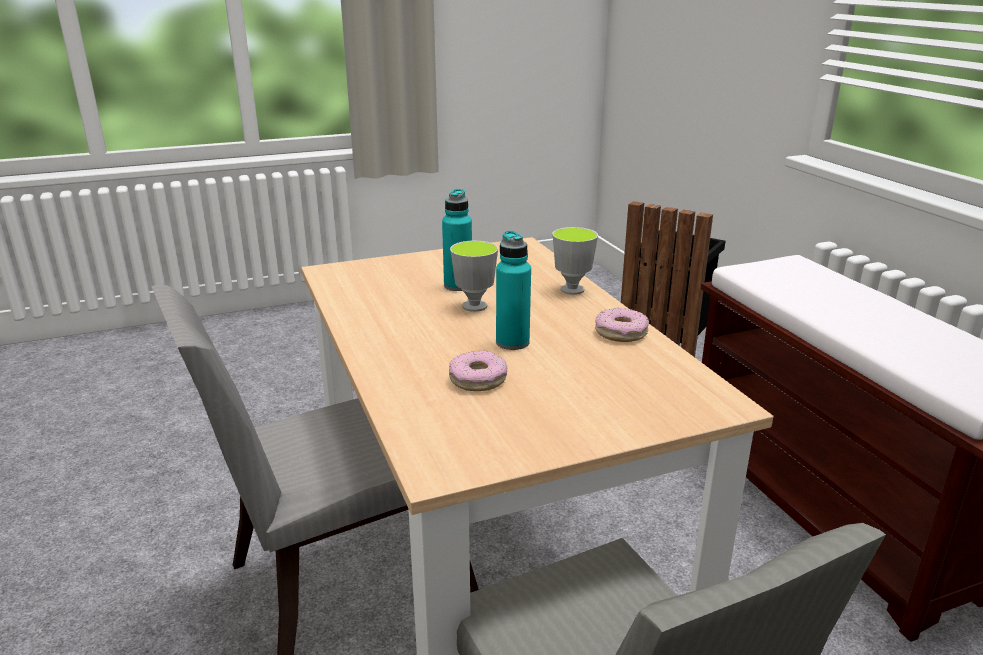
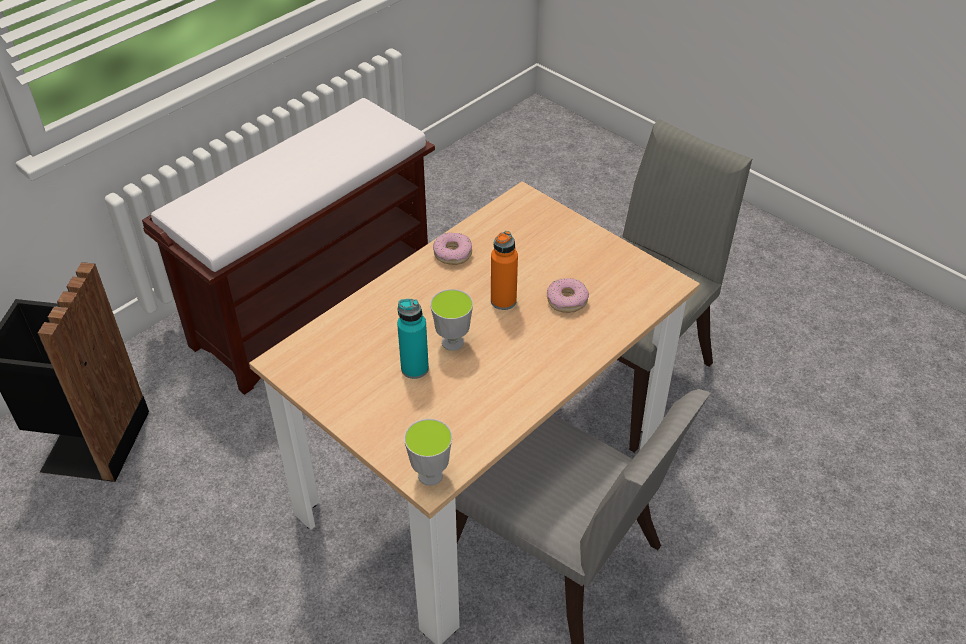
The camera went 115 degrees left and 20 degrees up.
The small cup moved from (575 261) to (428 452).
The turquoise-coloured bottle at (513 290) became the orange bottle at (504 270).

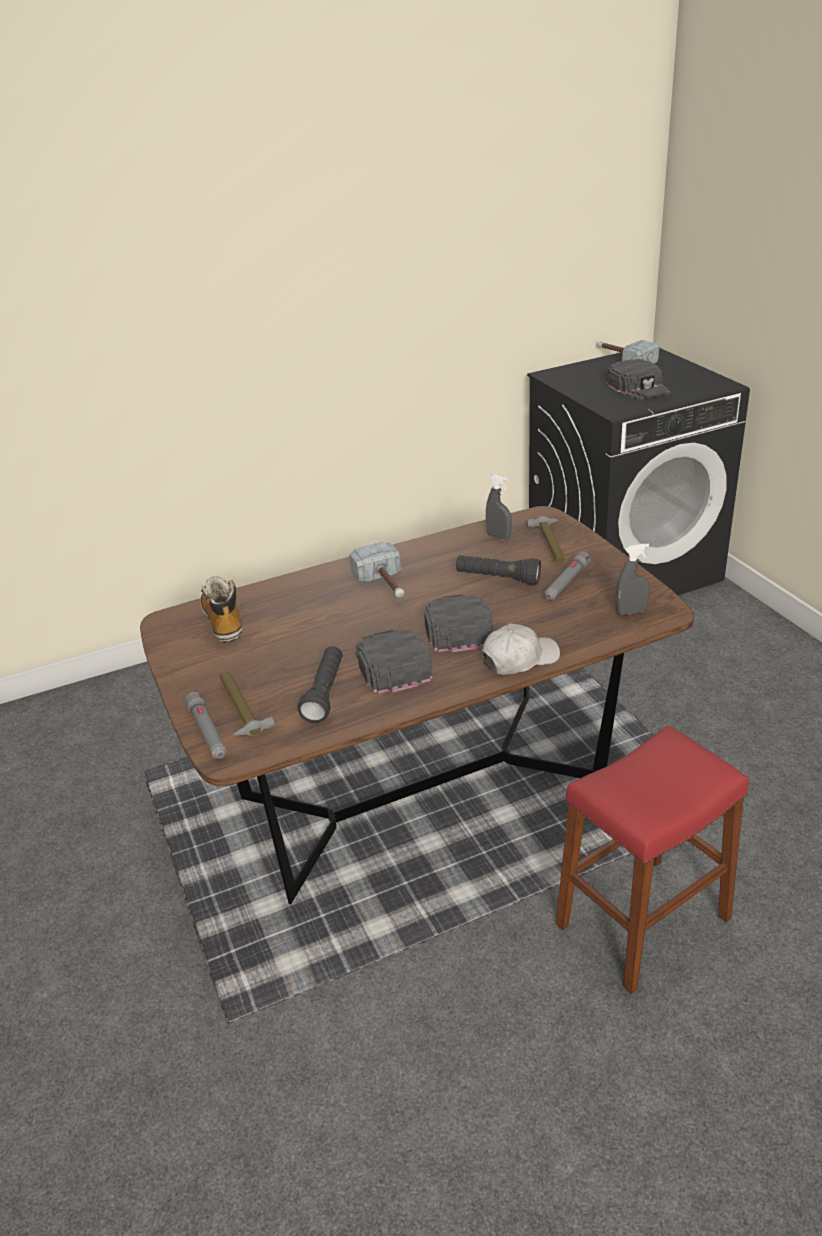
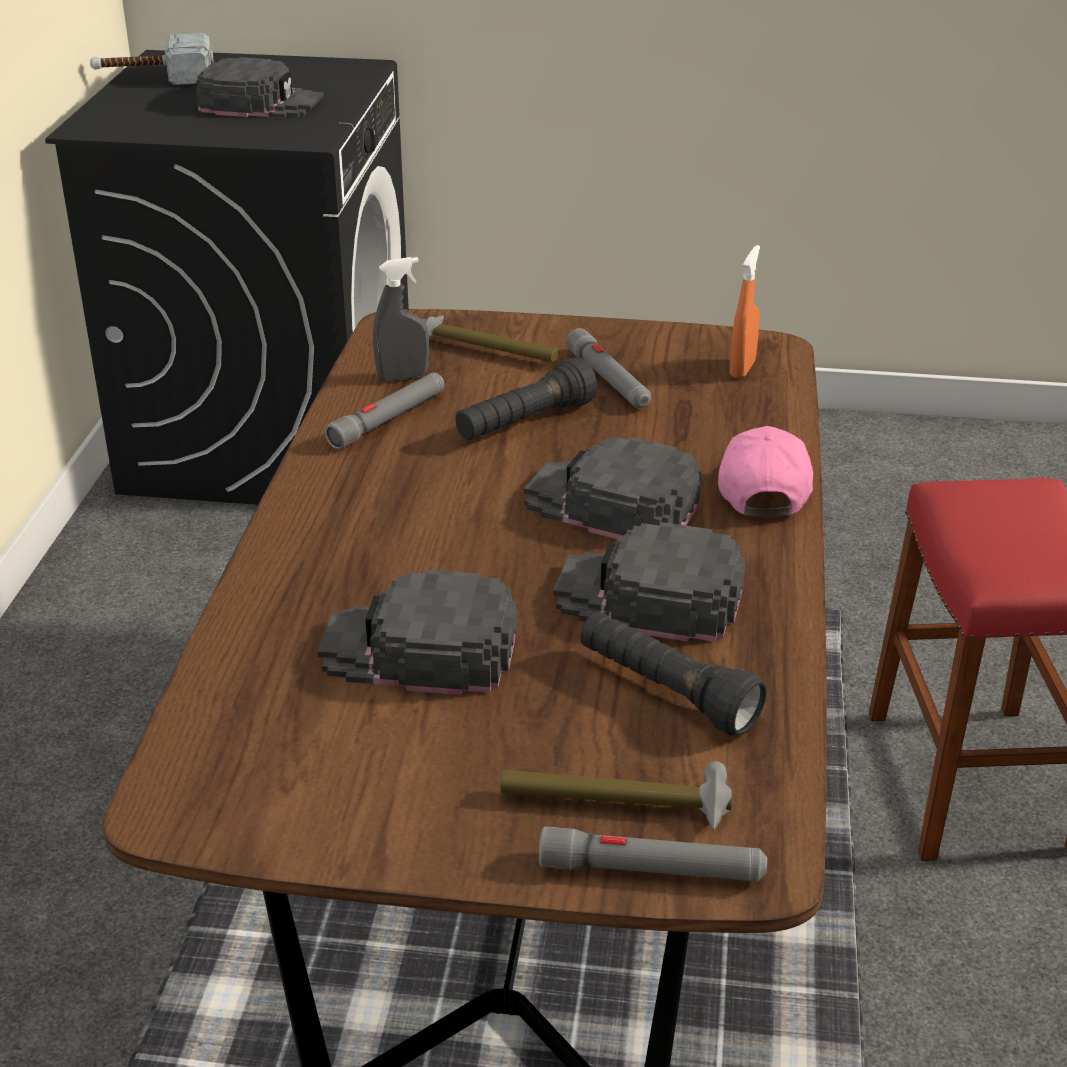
The camera went 60 degrees left and 0 degrees up.
The tall boot at (221 609) disappeared.
The hand hammer at (376 569) disappeared.
The blackish baseball cap at (417 632) appeared.
The greyish flashlight at (384 410) appeared.
The white-coloured baseball cap at (521 649) became the pinkish baseball cap at (765 471).
The greyish sprayer at (633 579) became the orange sprayer at (745 311).

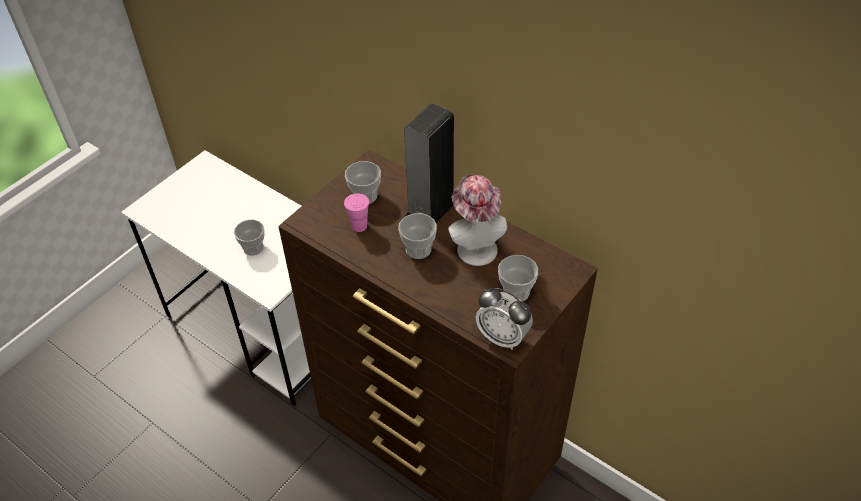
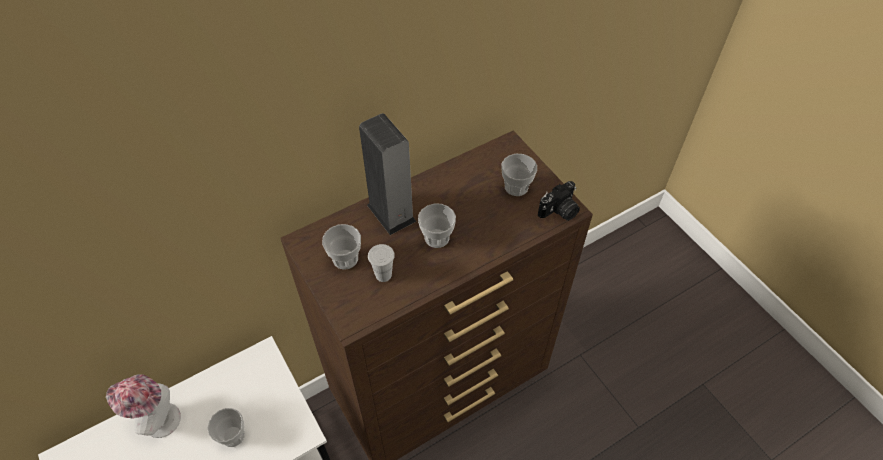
The camera went 70 degrees left and 5 degrees up.
The wearable hat moved from (477 220) to (143 406).
The bedside clock at (504 319) was replaced by the photo camera at (559 201).
The pinkish small cup at (356 212) became the white-coloured small cup at (381 263).

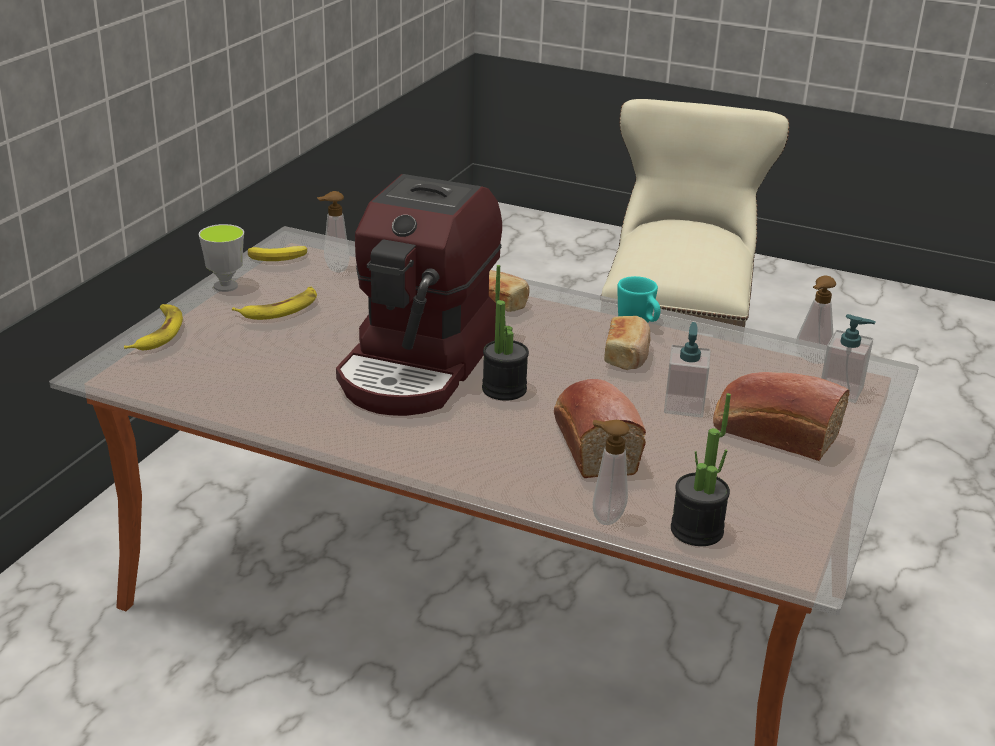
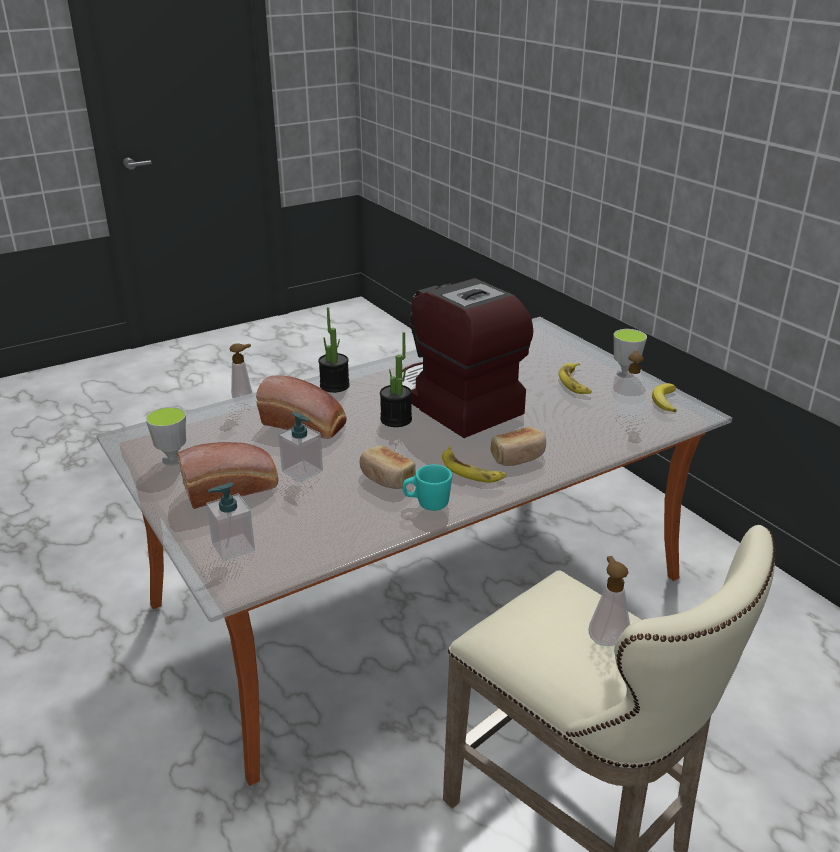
The camera went 125 degrees right and 0 degrees up.
The small cup at (166 436) appeared.
The banana fruit moved from (153 327) to (474 464).
The plant in a pot moved from (701 469) to (334 350).
The soap dispenser moved from (816 320) to (609 601).

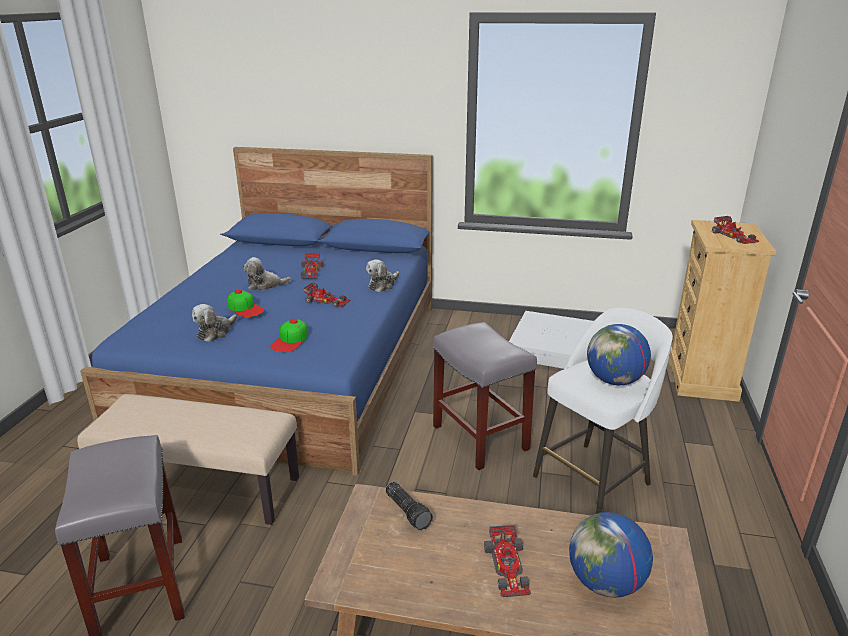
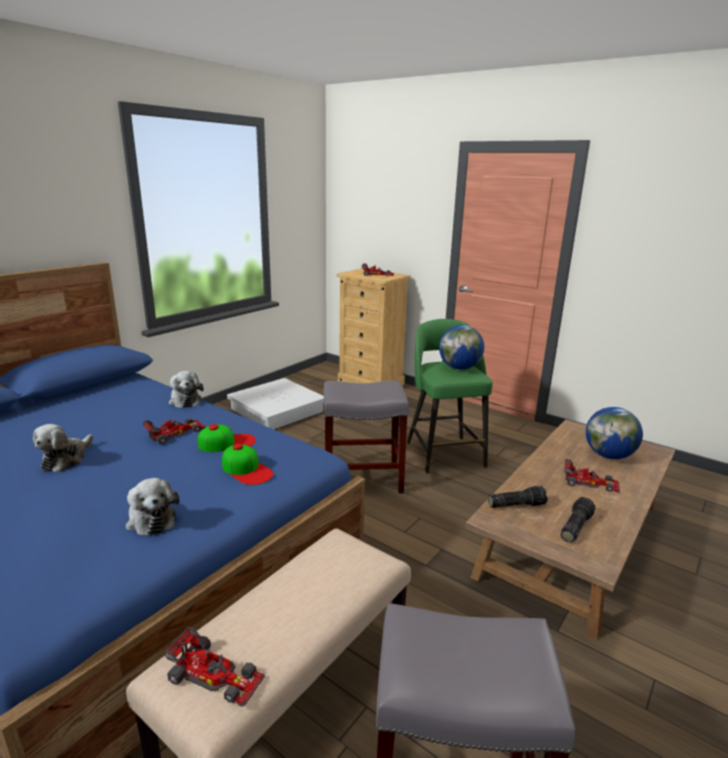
The camera went 65 degrees left and 5 degrees down.
The flashlight at (578 519) appeared.
The baseball cap moved from (245 303) to (227 438).
The toy car moved from (312 266) to (215 666).
The white-coloured sitting stool at (603 411) became the greenish sitting stool at (450 396).

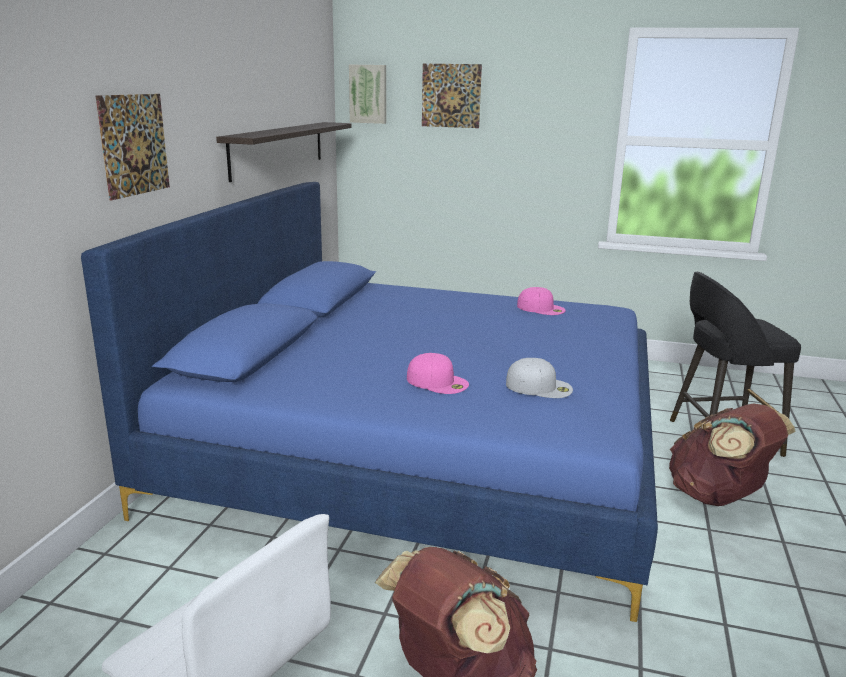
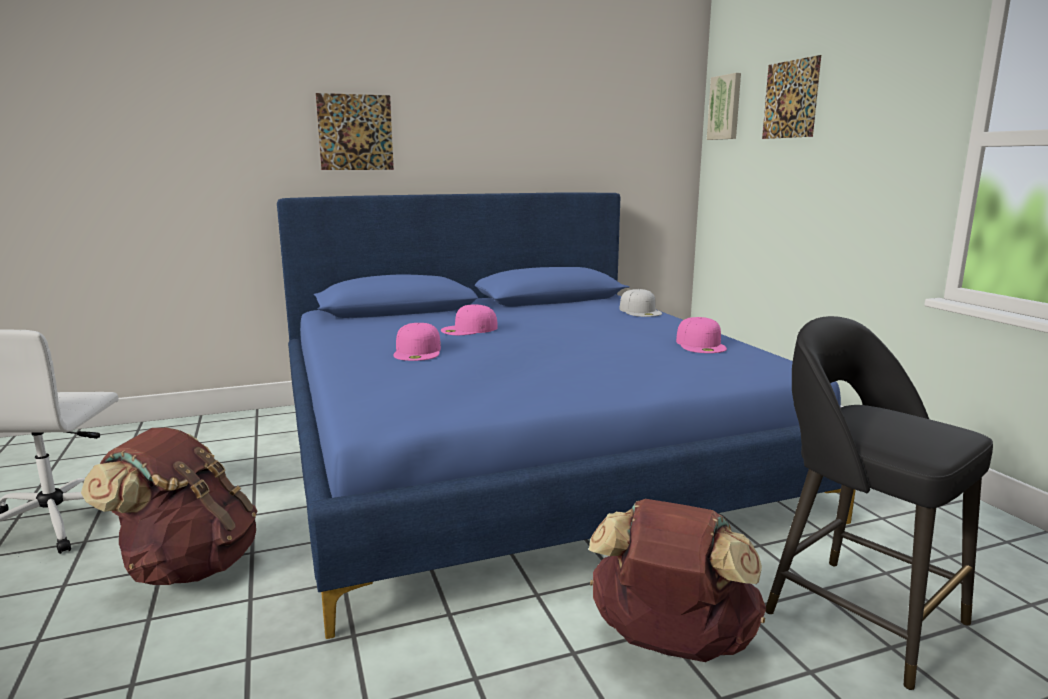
The camera went 55 degrees right and 5 degrees down.
The bracket shelf at (284 152) disappeared.
The pinkish baseball cap at (469 319) appeared.
The white-coloured baseball cap moved from (539 378) to (641 303).

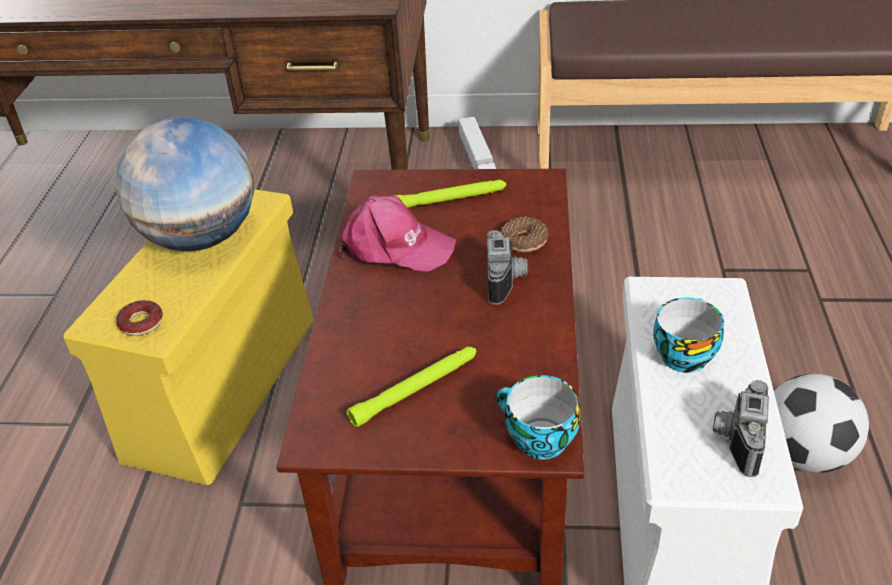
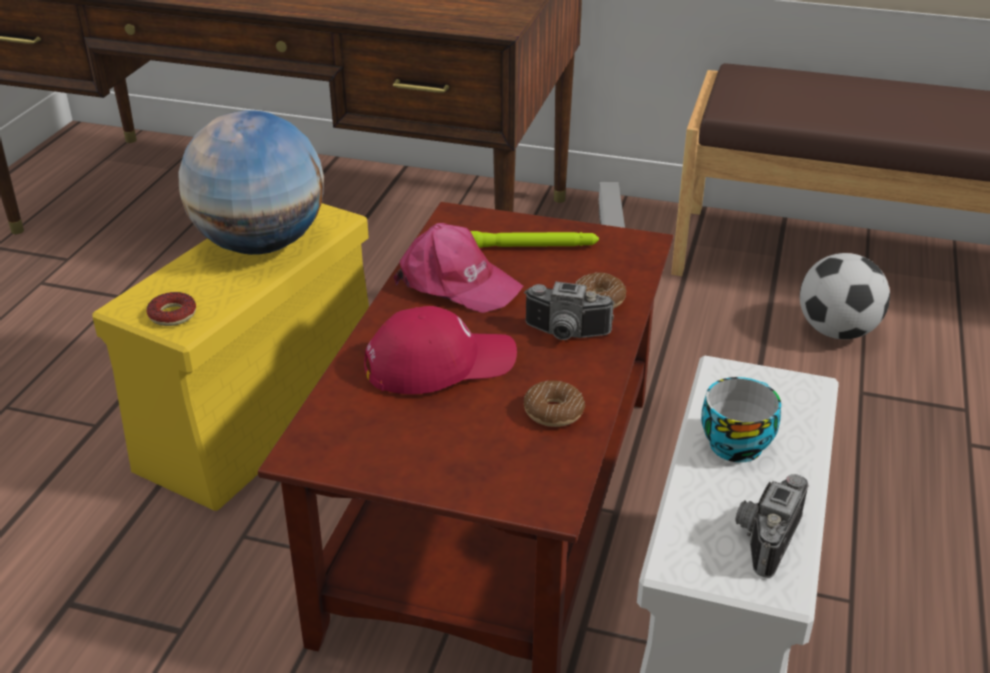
The camera went 10 degrees right and 5 degrees down.
The greenish flashlight at (411 387) disappeared.
The small cup at (539 417) disappeared.
The red-coloured baseball cap at (440 350) appeared.
The ring doughnut at (554 404) appeared.
The football ball moved from (821 423) to (845 296).
The photo camera at (507 267) turned 90 degrees clockwise.

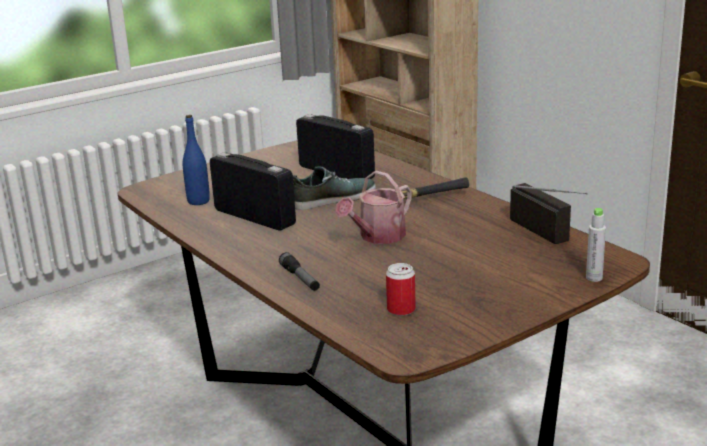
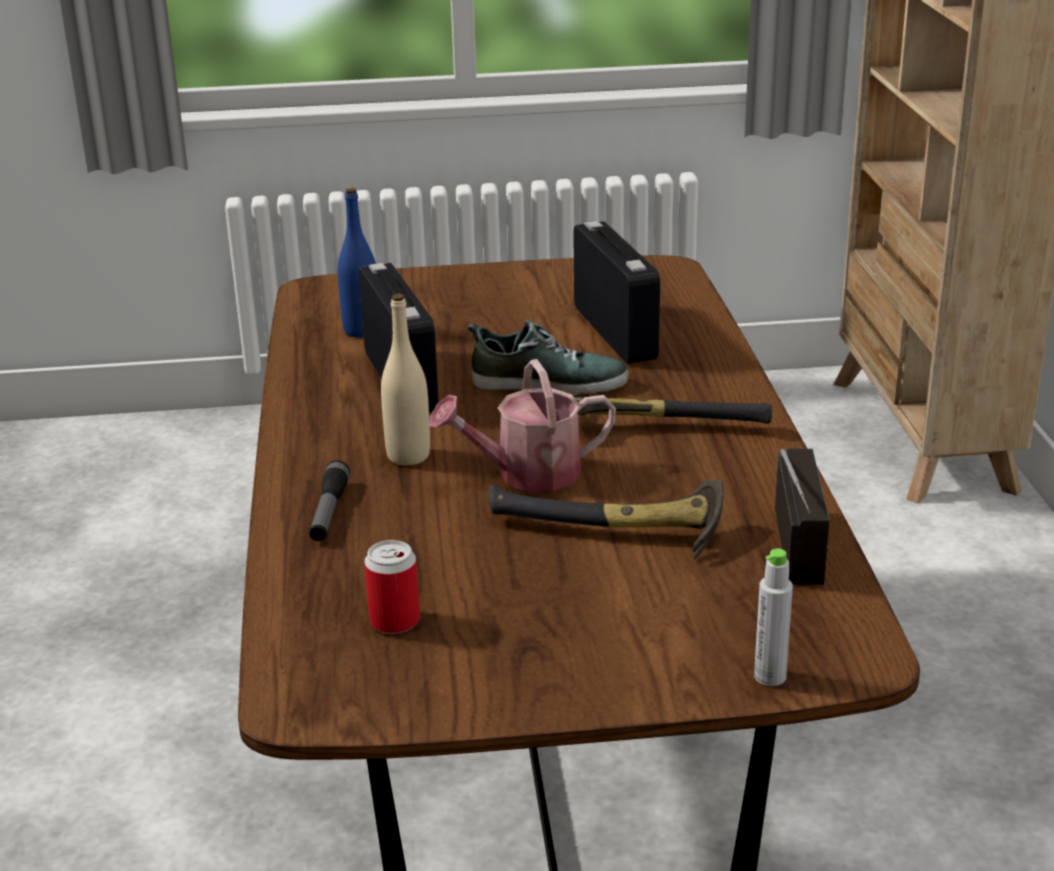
The camera went 30 degrees right and 5 degrees up.
The beige-coloured bottle at (405 379) appeared.
The hand hammer at (606 520) appeared.

